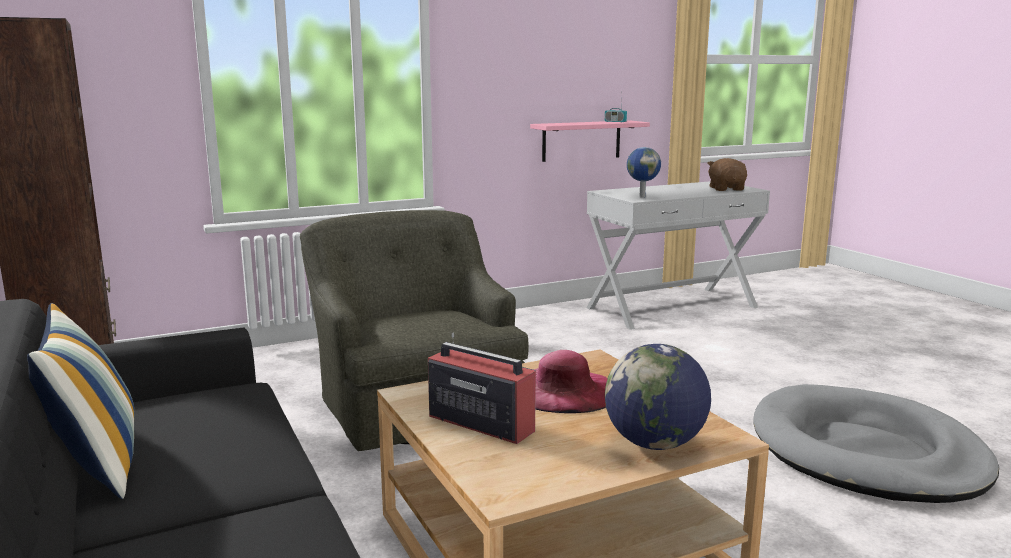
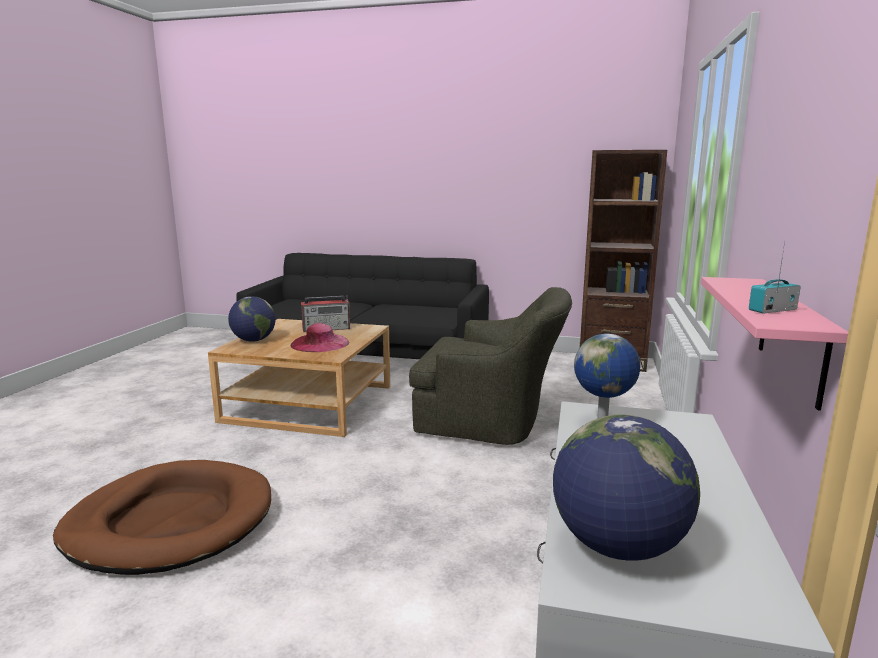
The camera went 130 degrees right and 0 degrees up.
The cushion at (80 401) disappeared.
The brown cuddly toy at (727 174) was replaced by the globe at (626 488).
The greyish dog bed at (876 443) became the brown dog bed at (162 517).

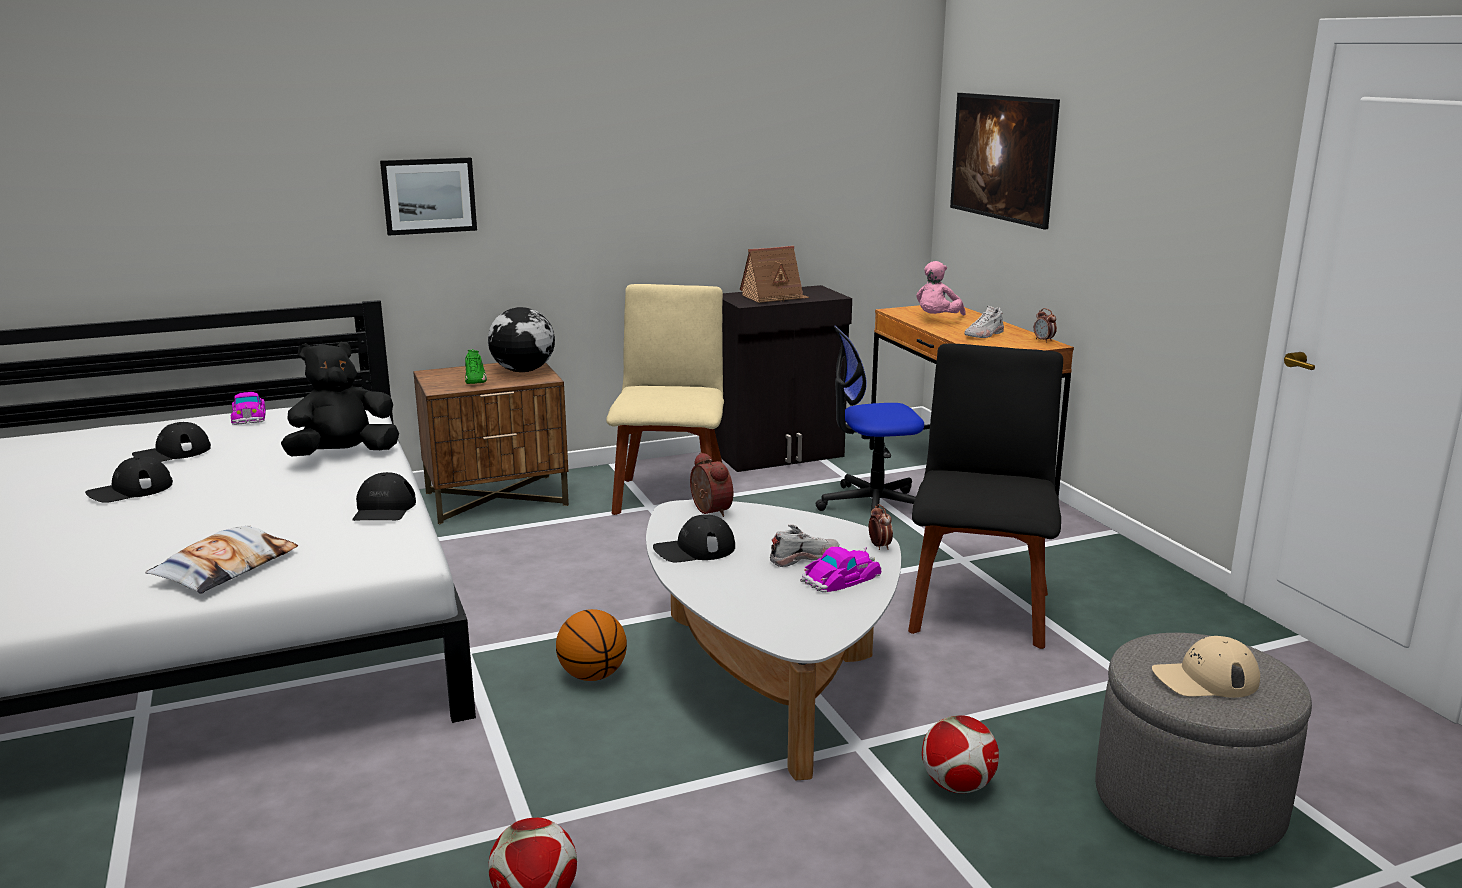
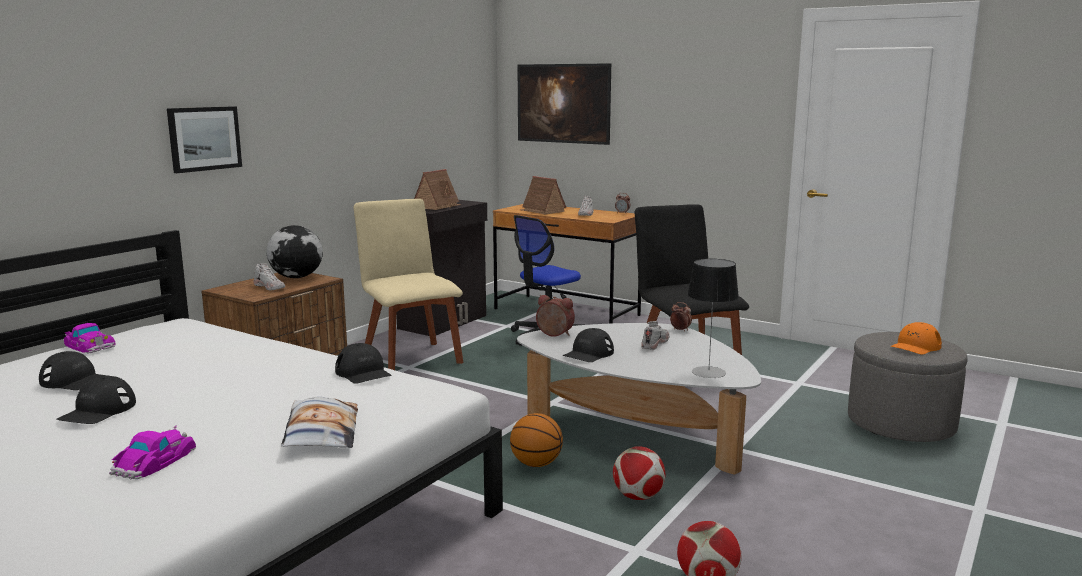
The camera went 35 degrees left and 5 degrees down.
The blackish cuddly toy at (340 398) disappeared.
The tabletop lamp at (713 318) appeared.
The toy car moved from (840 569) to (152 452).
The football ball moved from (960 754) to (639 473).
The pinkish cuddly toy at (941 288) was replaced by the miniature house at (543 195).
The greenish low shoe at (476 366) became the white-coloured low shoe at (269 276).
The beige-coloured baseball cap at (1206 667) became the orange baseball cap at (916 338).
The blackish baseball cap at (171 442) turned 90 degrees counterclockwise.

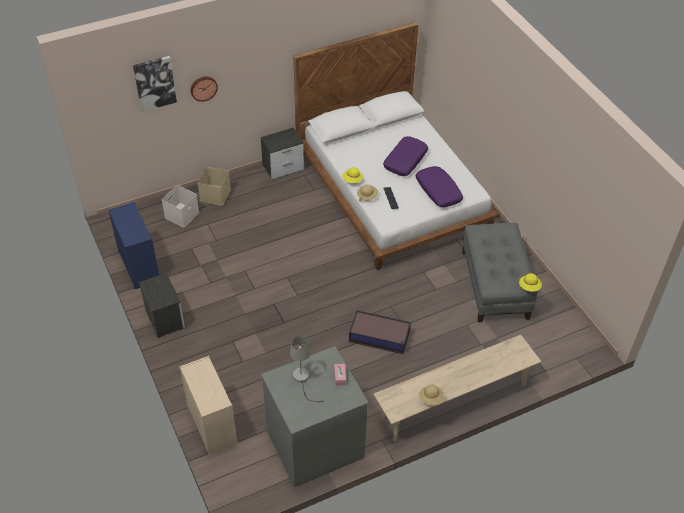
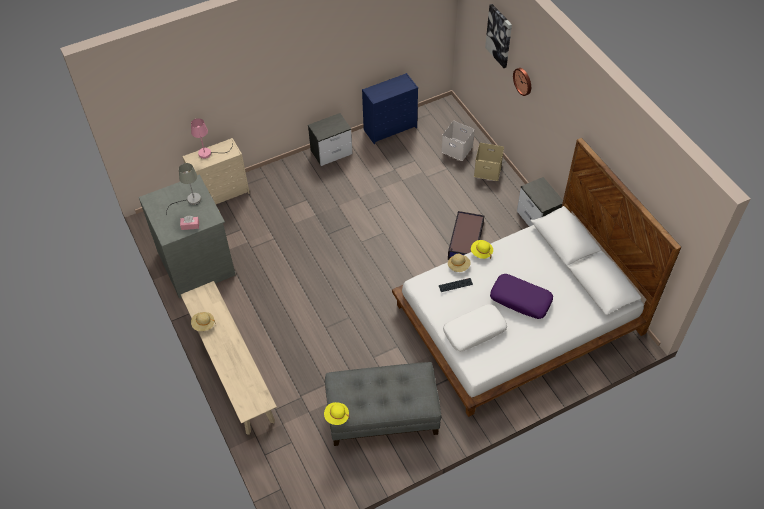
The camera went 90 degrees right and 5 degrees up.
The pinkish tabletop lamp at (212 138) appeared.
The storage container moved from (380 332) to (466 235).
The purplish cushion at (439 186) became the white-coloured cushion at (475 327).

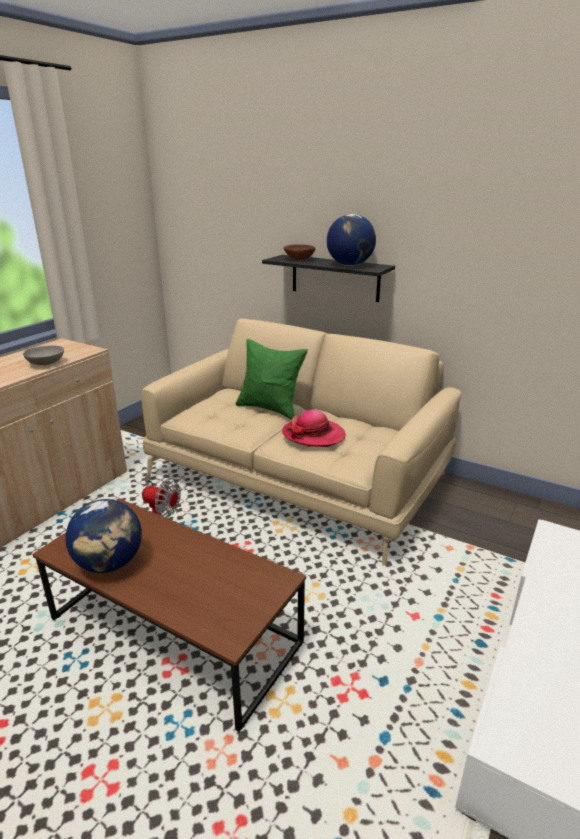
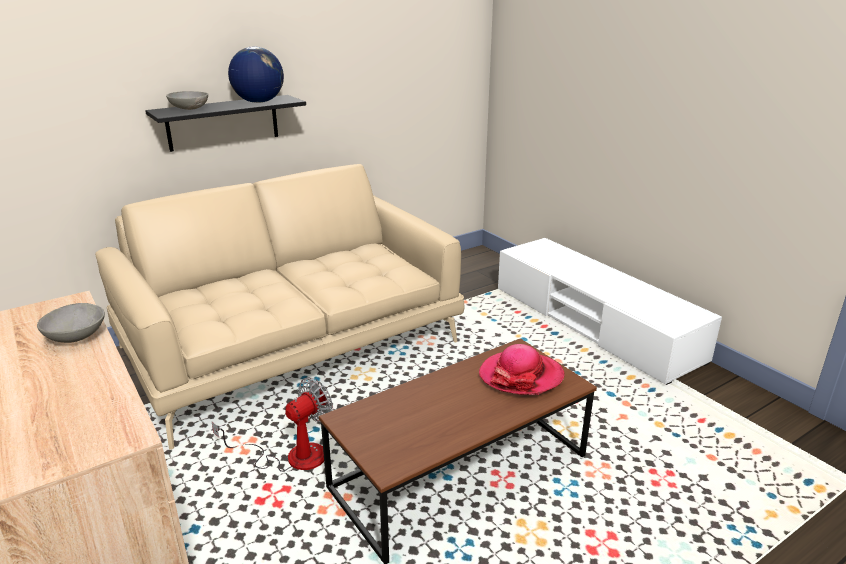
The camera went 65 degrees left and 0 degrees up.
The globe at (103 536) disappeared.
The greenish cushion at (272 379) disappeared.
The wearable hat moved from (314 428) to (521 369).
The brown serving bowl at (300 252) became the greyish serving bowl at (187 100).

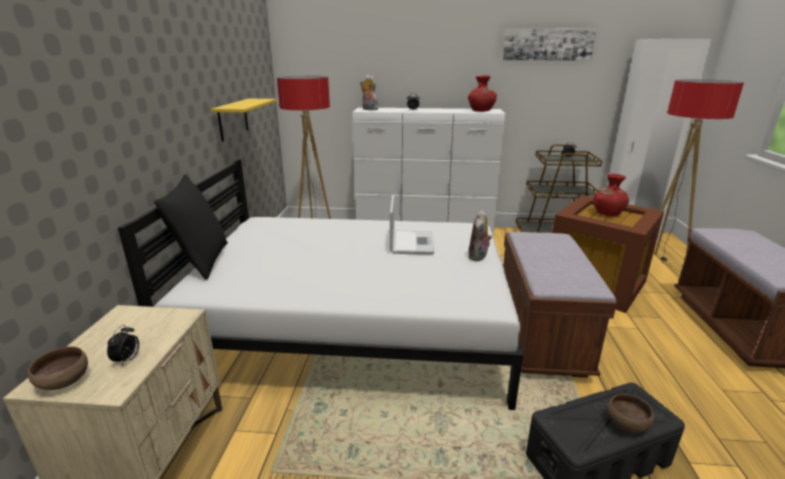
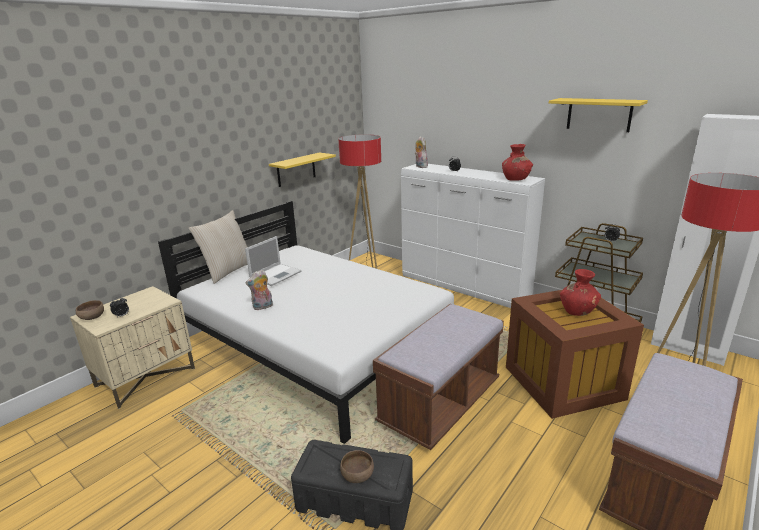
The camera went 35 degrees right and 0 degrees up.
The notebook computer moved from (412 224) to (273 261).
The cuddly toy moved from (480 235) to (259 290).
The picture at (549 44) was replaced by the yellow-coloured bracket shelf at (598 115).
The blackish cushion at (191 227) became the beige-coloured cushion at (217 247).

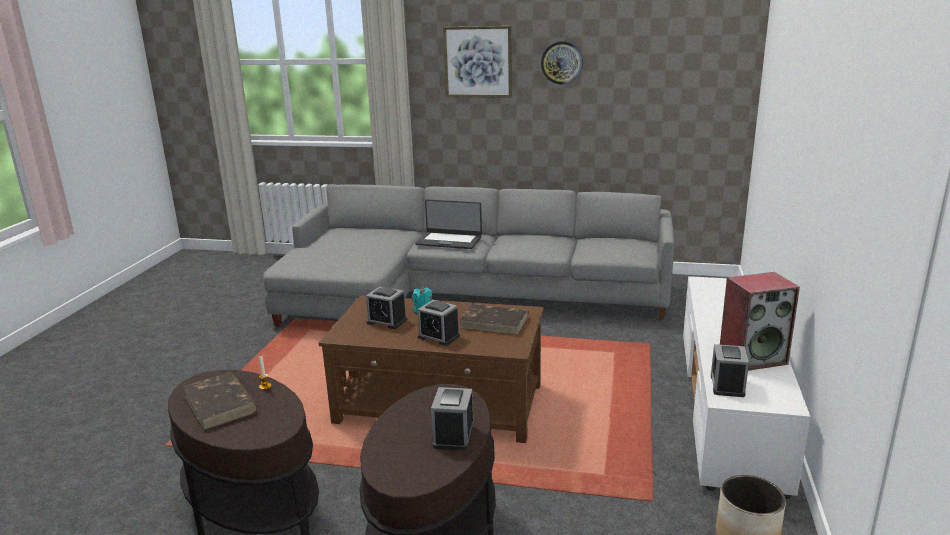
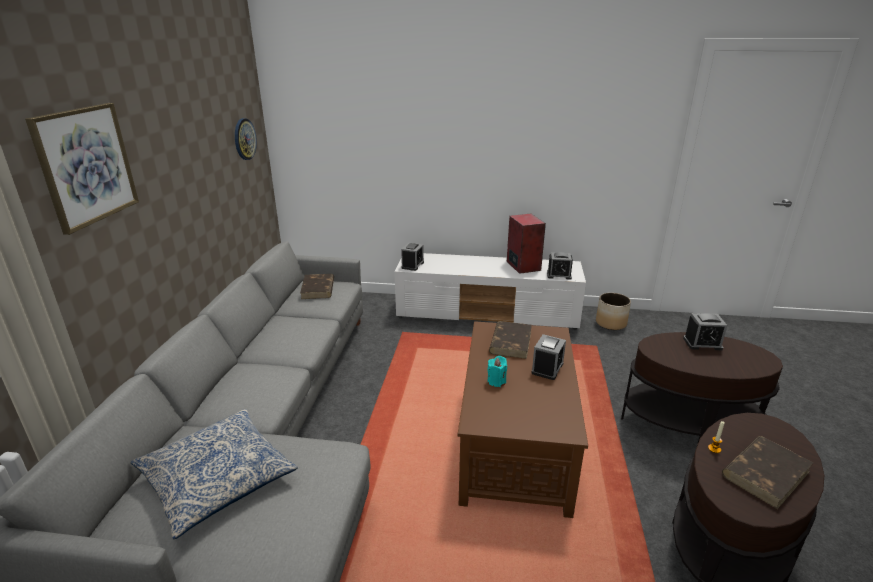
The camera went 95 degrees left and 5 degrees up.
The notebook computer at (448 224) disappeared.
The cushion at (214 474) appeared.
The brown bound book at (317 286) appeared.
The bedside clock moved from (386 307) to (412 257).
The wall clock moved from (562 62) to (246 139).

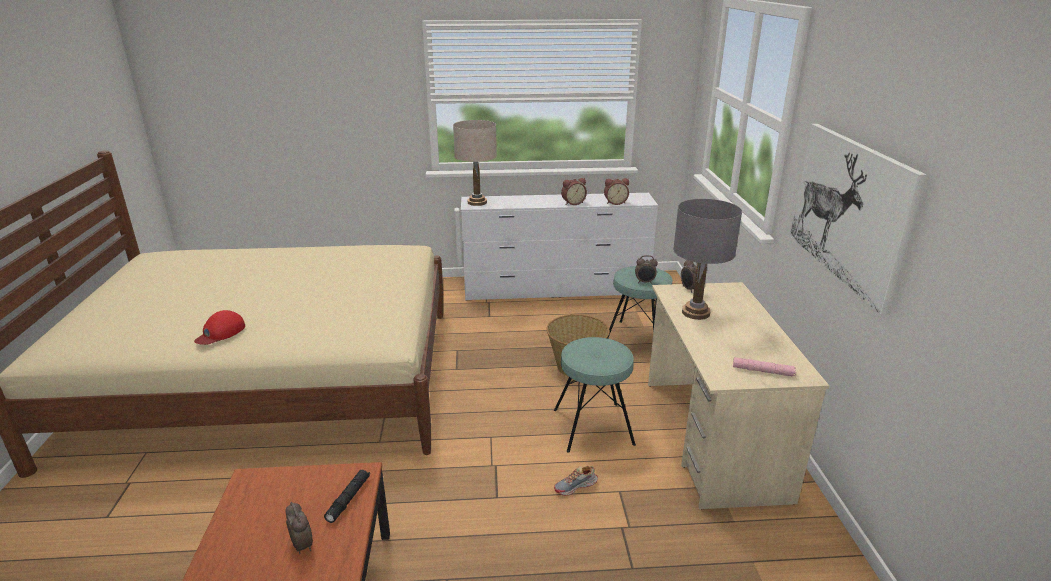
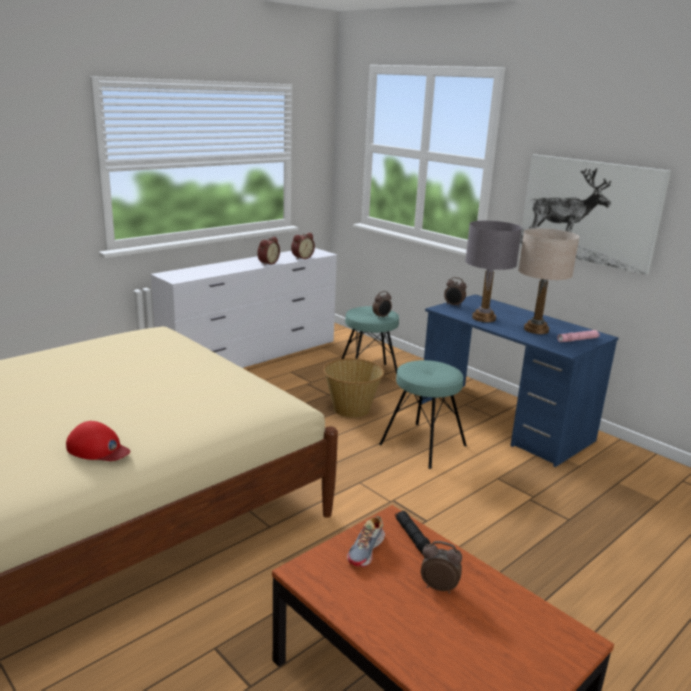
The camera went 40 degrees left and 5 degrees down.
The beige-coloured tabletop lamp moved from (475 163) to (548 281).
The low shoe moved from (576 481) to (366 541).
The beige-coloured desk at (739 396) became the bluish desk at (520 380).
The red-coloured baseball cap at (219 327) turned 60 degrees counterclockwise.

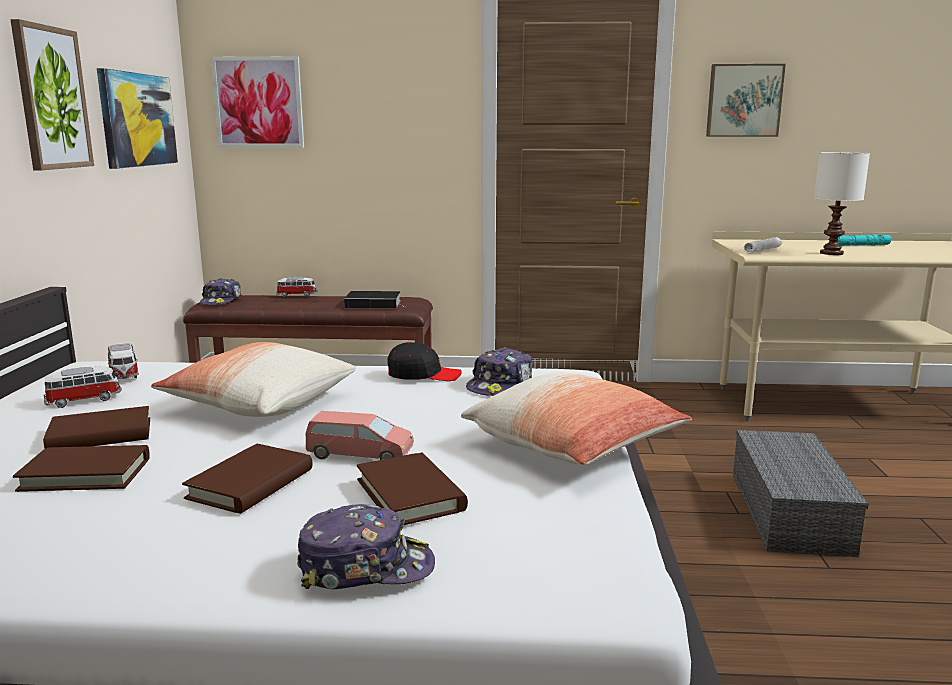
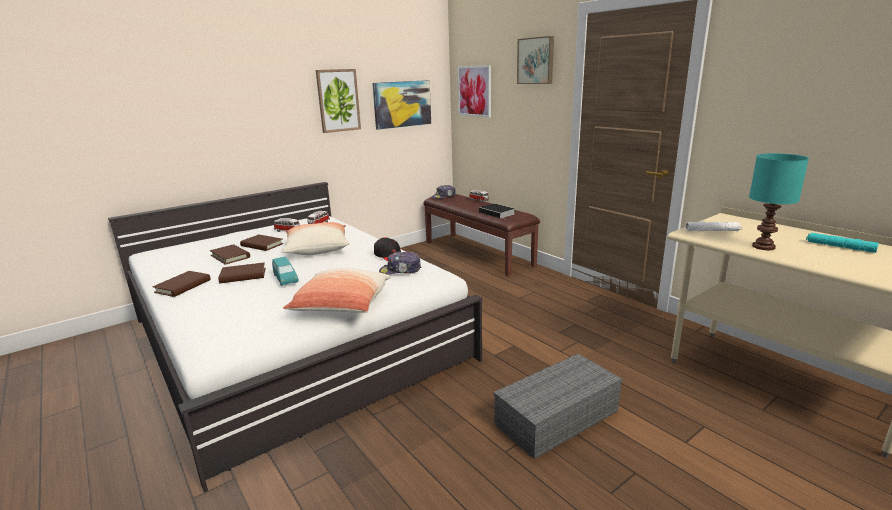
The camera went 50 degrees right and 5 degrees up.
The baseball cap at (366 546) disappeared.
The brown bound book moved from (412 489) to (181 284).
The picture moved from (746 100) to (535 60).
The pinkish toy car at (360 435) became the turquoise-coloured toy car at (285 271).
The white-coloured tabletop lamp at (842 203) became the turquoise-coloured tabletop lamp at (779 201).

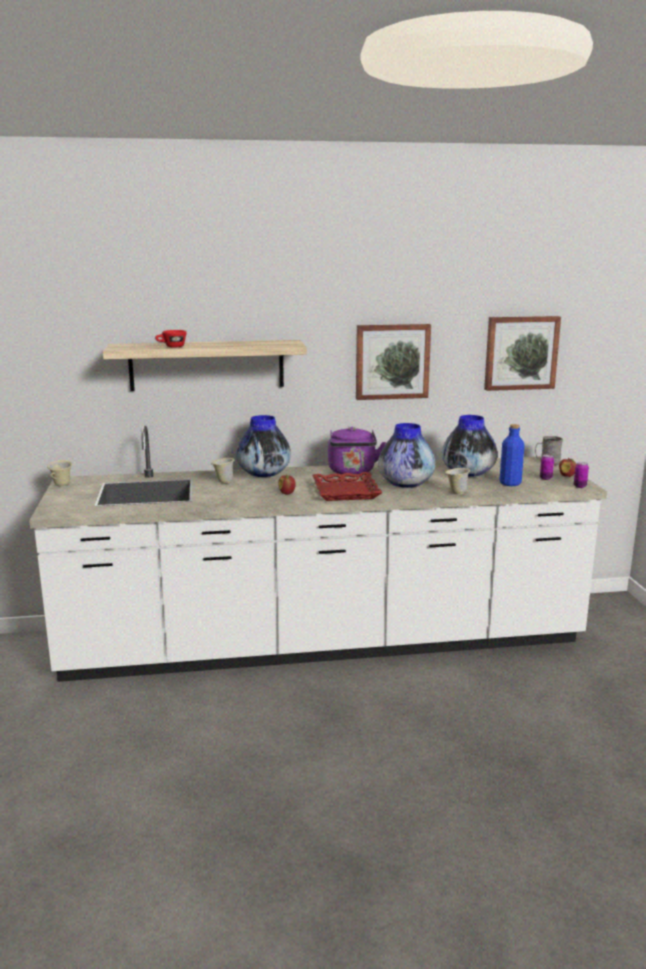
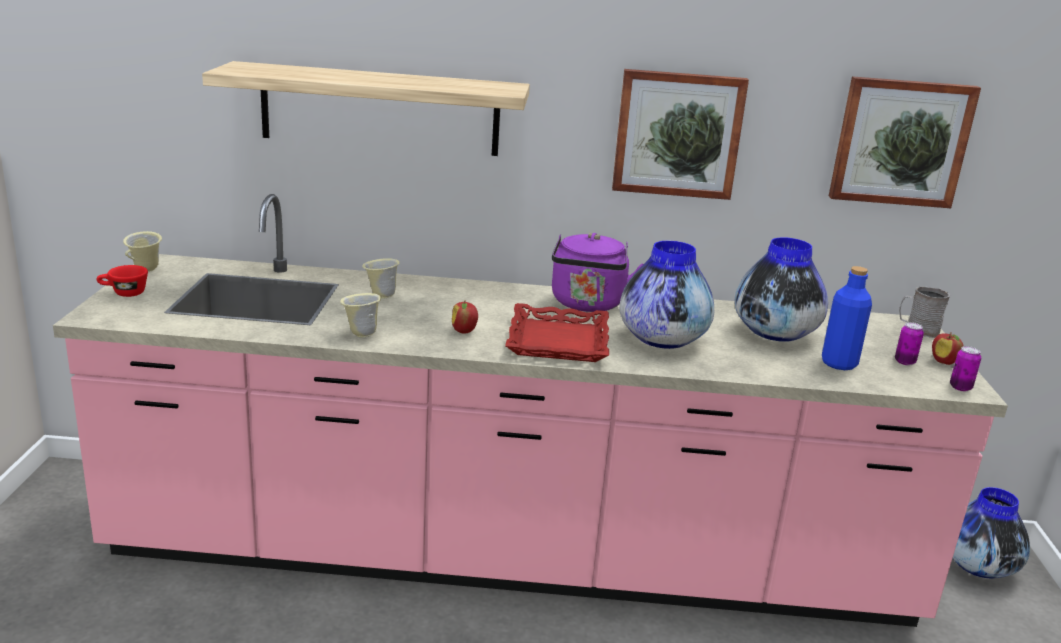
The camera went 10 degrees right and 5 degrees up.
The red-coloured small cup moved from (171 339) to (122 281).
The vase moved from (263 446) to (991 533).
The beige-coloured tea mug moved from (457 481) to (360 315).
The white-coloured kitchen base unit at (318 554) became the pinkish kitchen base unit at (530 410).

